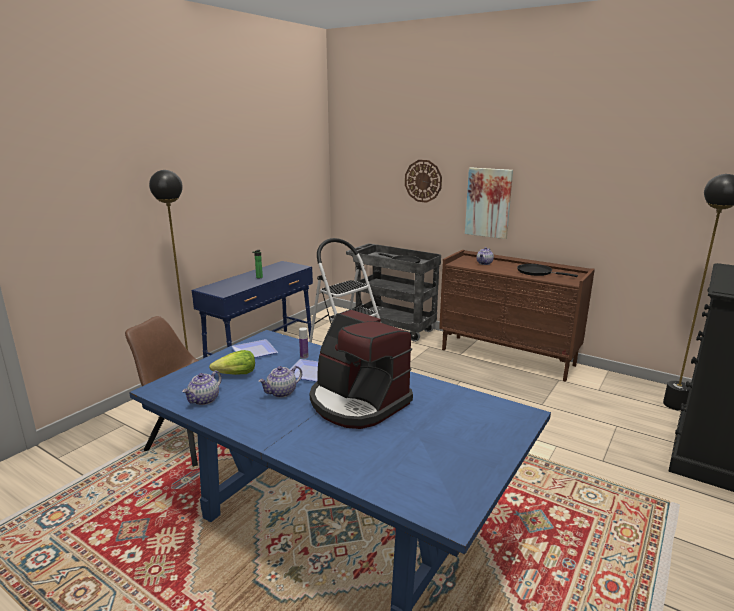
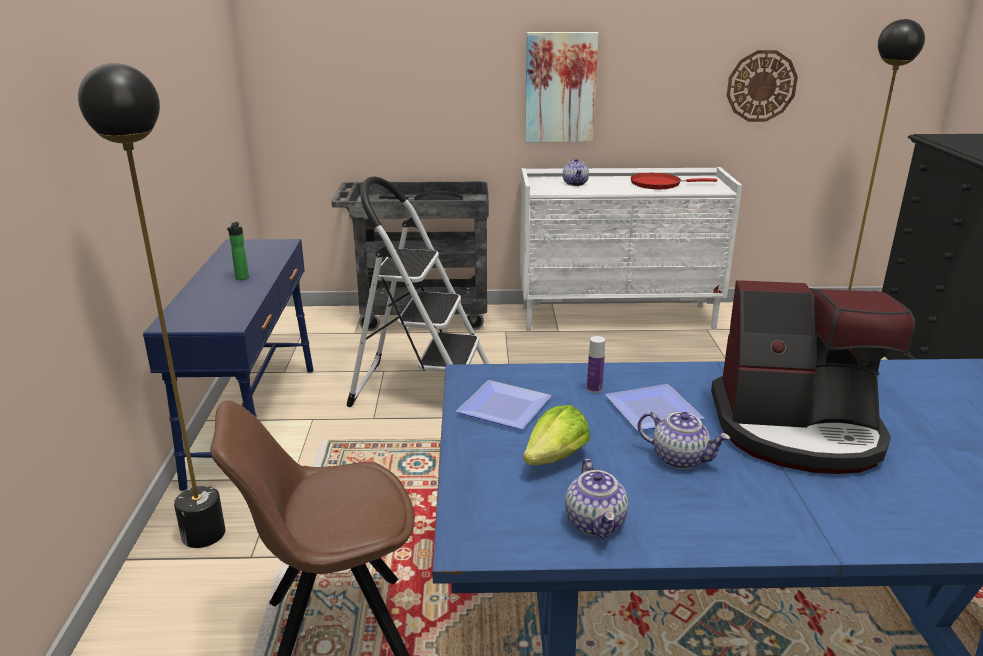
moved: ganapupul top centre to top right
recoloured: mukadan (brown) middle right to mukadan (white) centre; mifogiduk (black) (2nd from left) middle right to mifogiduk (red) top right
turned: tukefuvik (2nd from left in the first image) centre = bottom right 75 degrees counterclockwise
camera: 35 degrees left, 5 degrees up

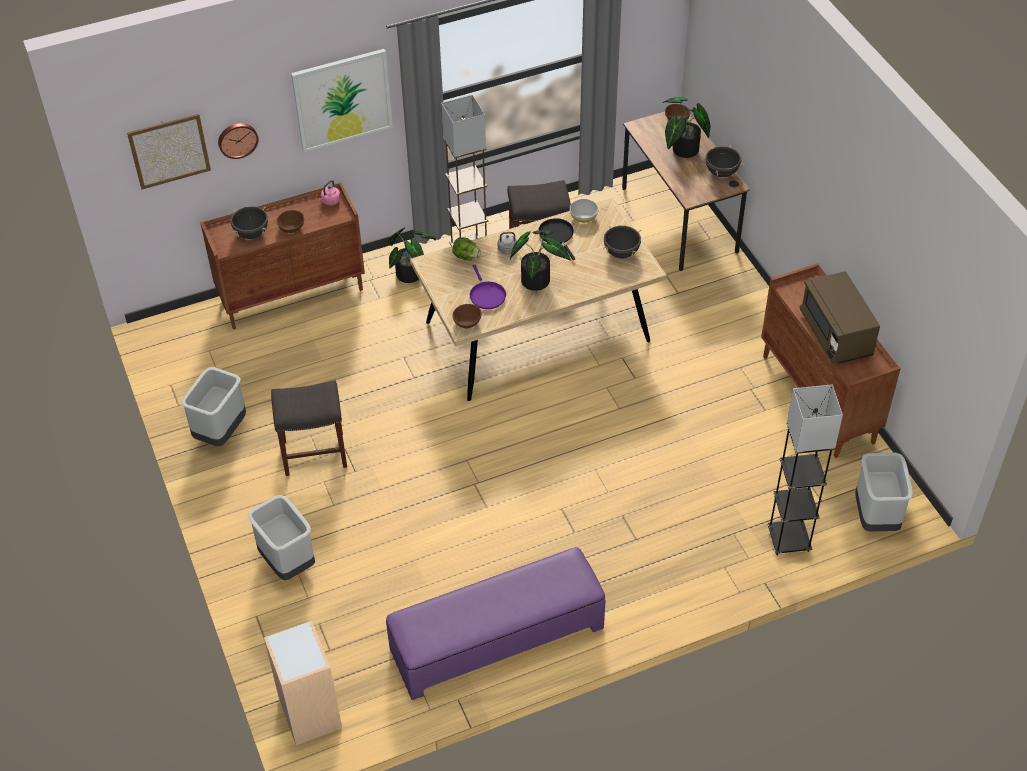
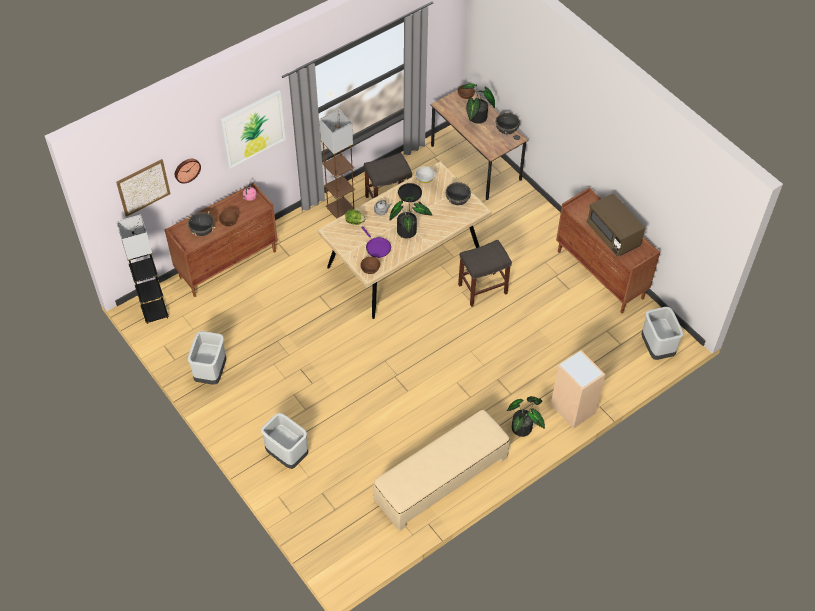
moved: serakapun (1st from left in the first image) top centre to serakapun (3rd from left) bottom centre; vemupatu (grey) (1st from left in the first image) middle left to vemupatu (grey) (2nd from left) centre; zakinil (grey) middle right to middle left; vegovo bottom left to middle right
recoloured: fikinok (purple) bottom centre to fikinok (beige) bottom centre
camera: 15 degrees left, 5 degrees up

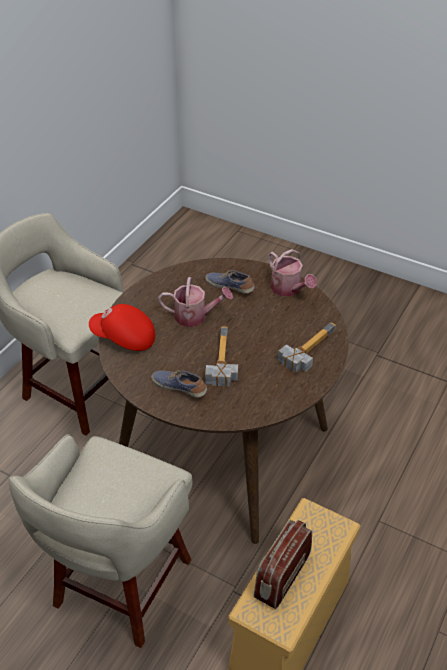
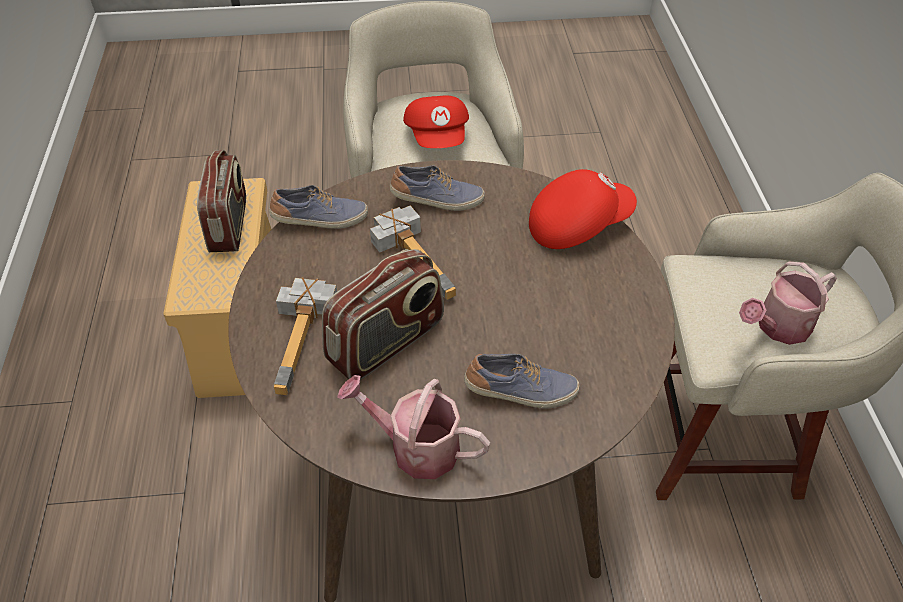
added: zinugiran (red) (1st from left) top centre; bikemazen (1st from left) centre; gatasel (2nd from left) centre
moved: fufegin (1st from left in the first image) centre to fufegin (2nd from left) middle right
camera: 145 degrees right, 5 degrees up

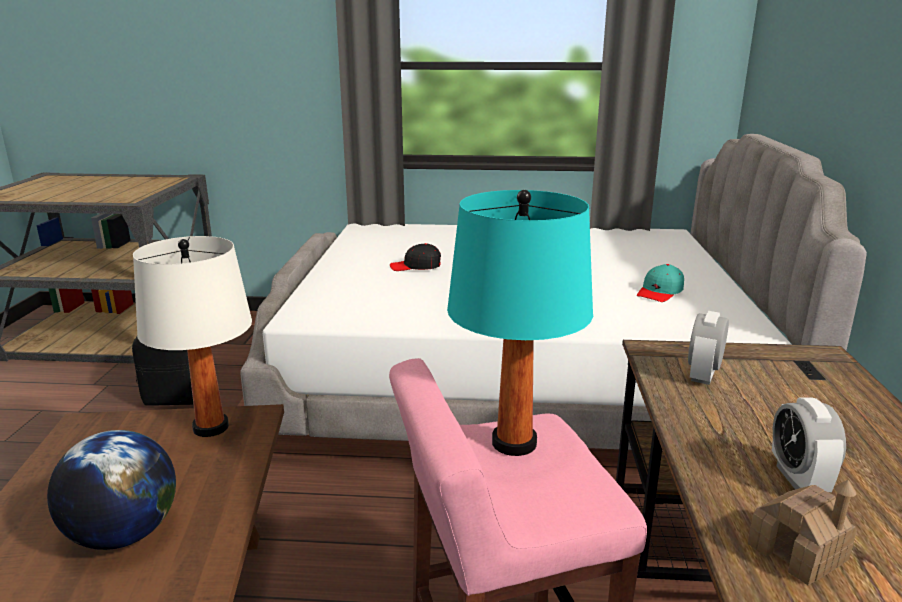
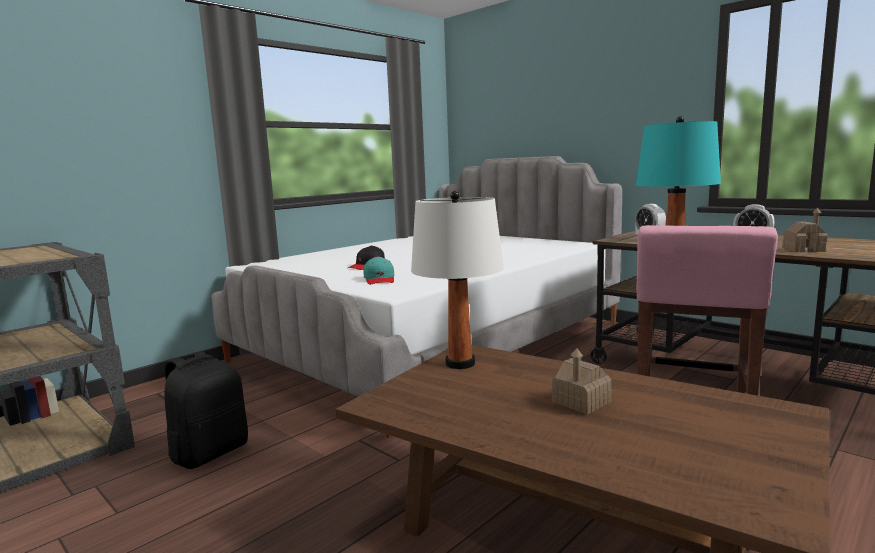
moved: zinugiran (turquoise) middle right to centre
replaced: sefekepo bottom left to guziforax (1st from left) bottom centre
camera: 50 degrees left, 10 degrees down

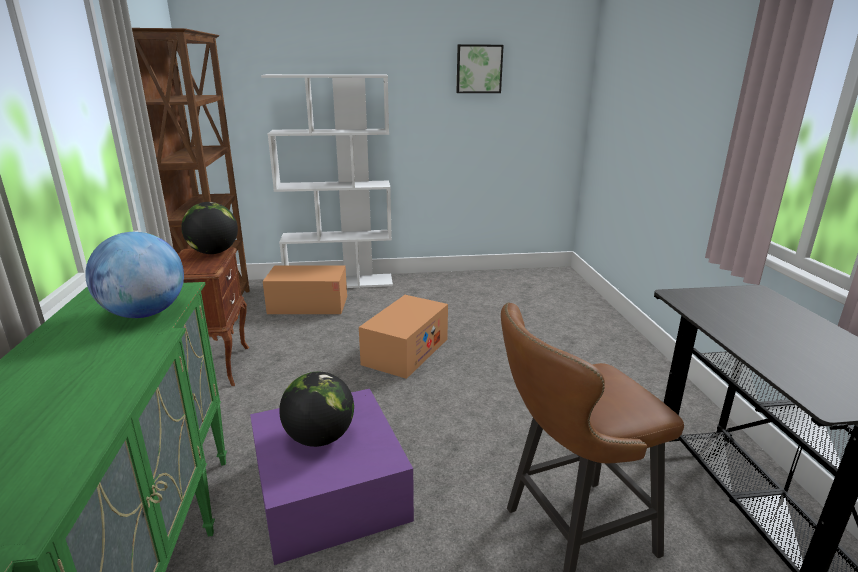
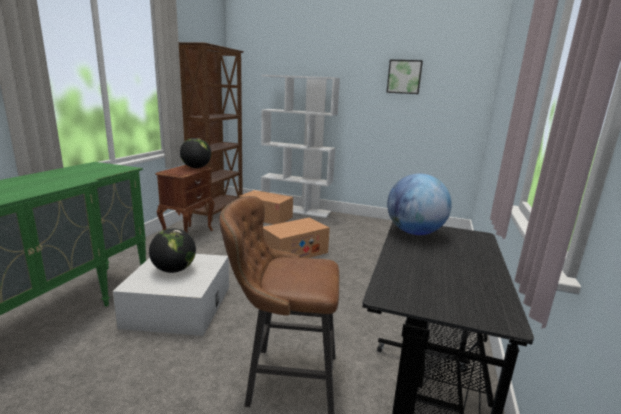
moved: sefekepo (1st from left in the first image) middle left to sefekepo (3rd from left) middle right
recoloured: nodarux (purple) bottom centre to nodarux (white) bottom left
camera: 25 degrees right, 5 degrees down

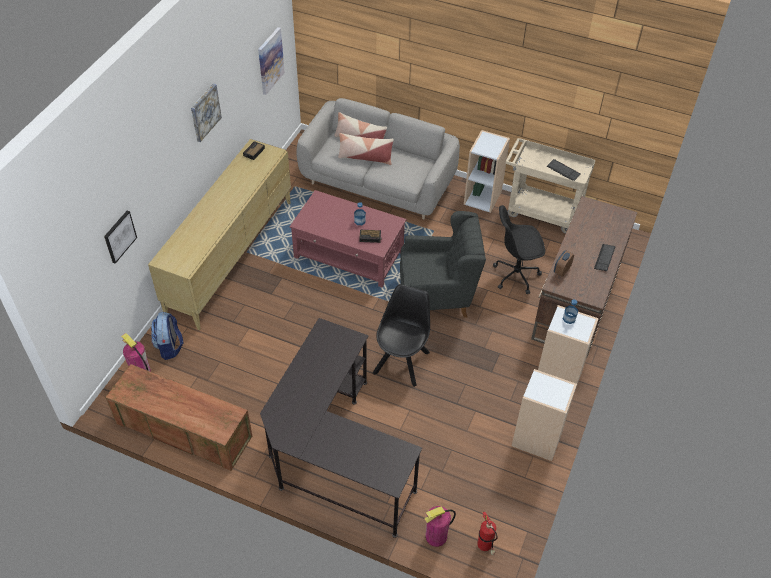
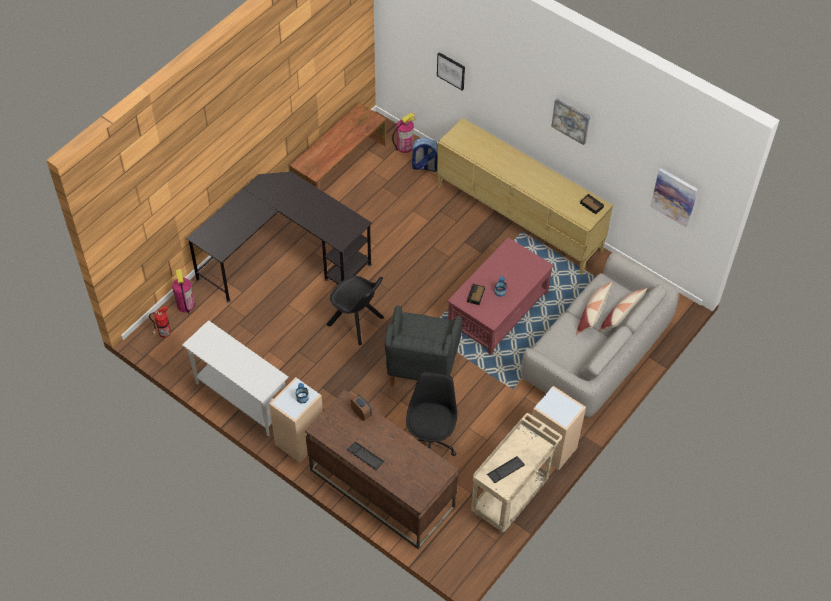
replaced: vegovo (2nd from left) bottom right to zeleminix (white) middle left
camera: 105 degrees right, 5 degrees up

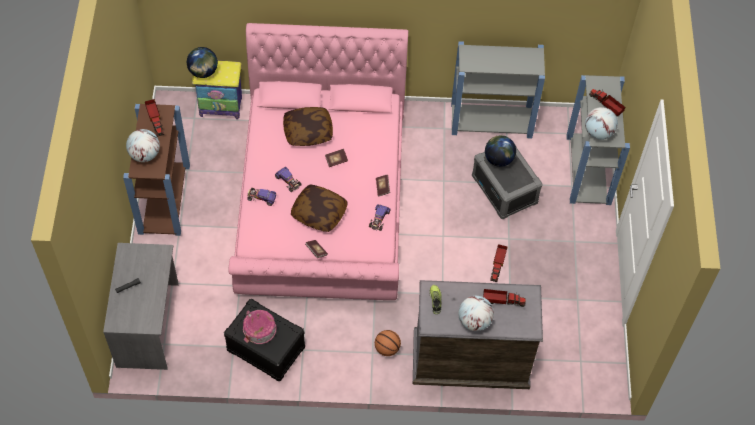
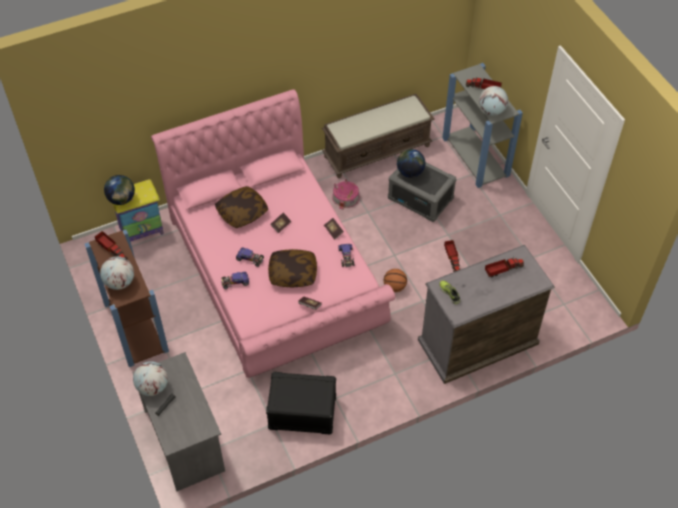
moved: sefekepo (3rd from left) bottom centre to bottom left; guziforax bottom centre to centre; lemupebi bottom centre to centre
replaced: vegovo (grey) (1st from left) top centre to fikinok (brown) top centre
camera: 25 degrees left, 5 degrees down

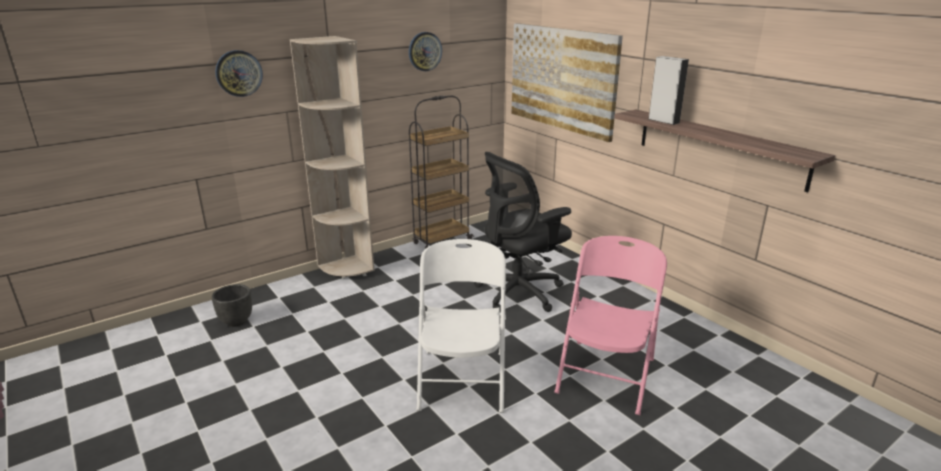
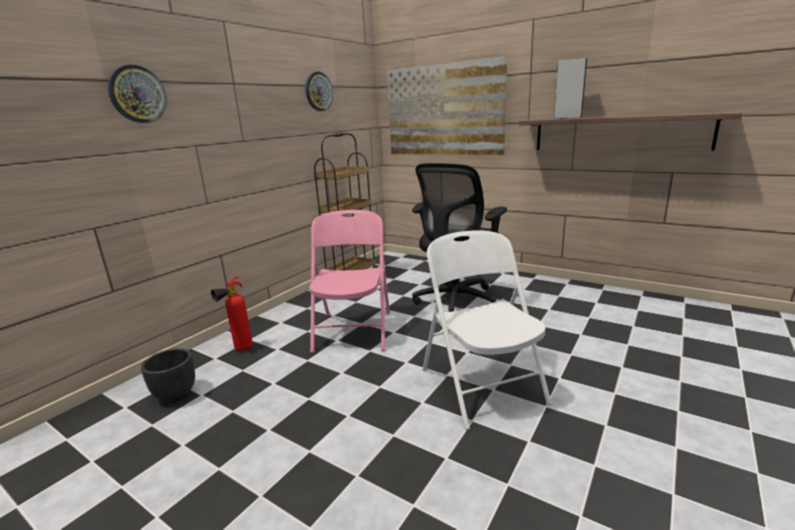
removed: vegovo (beige) centre
added: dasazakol middle left
moved: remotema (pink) bottom centre to centre
camera: 20 degrees left, 5 degrees down

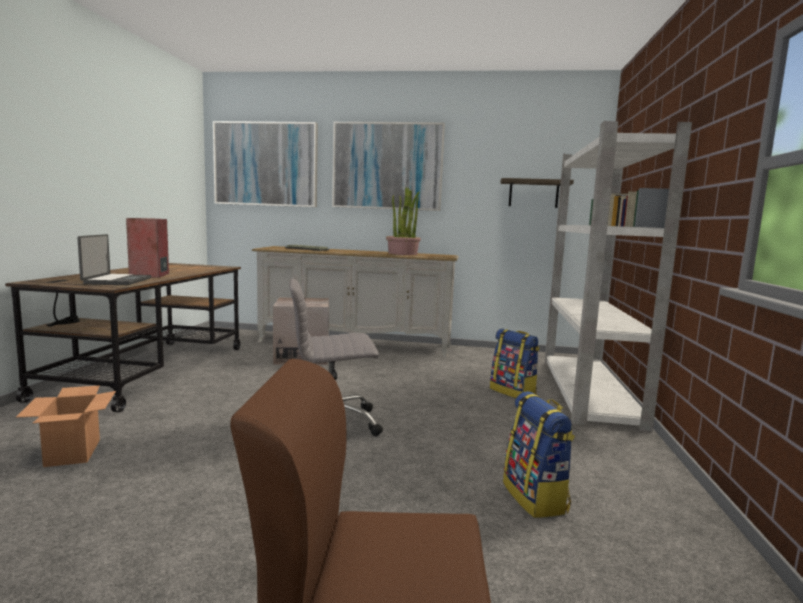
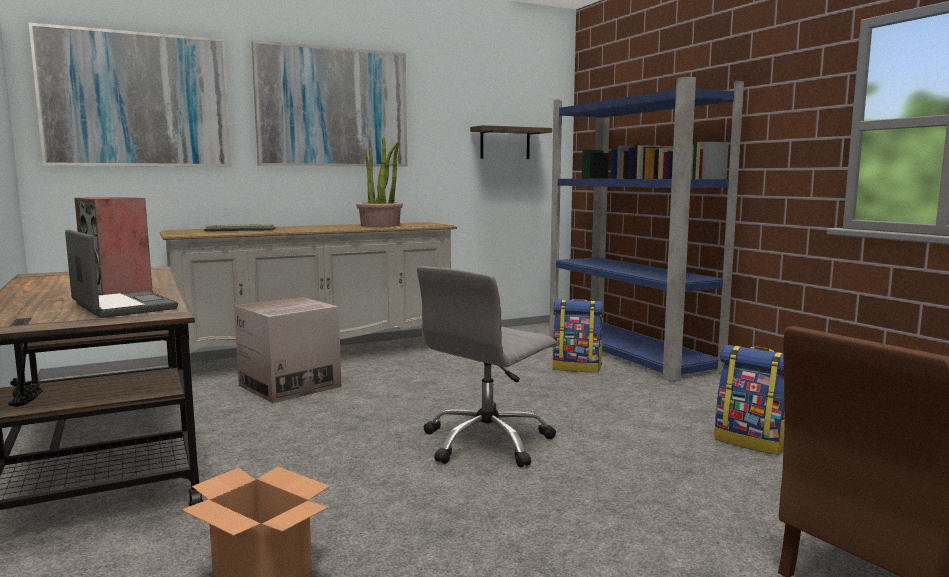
recoloured: vegovo (white) middle right to vegovo (blue) middle right
camera: 35 degrees left, 0 degrees up

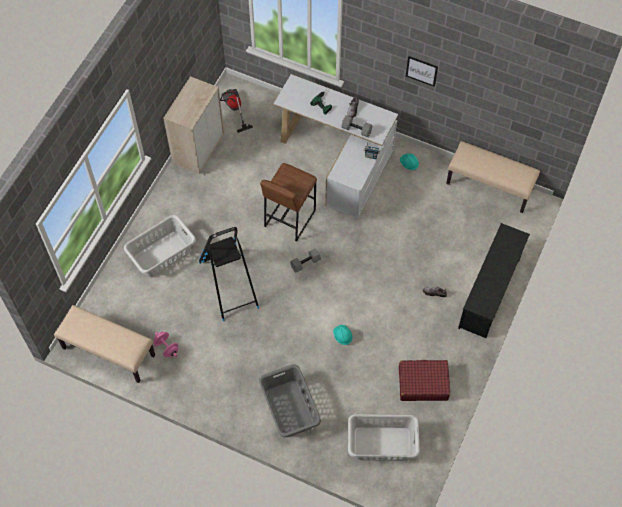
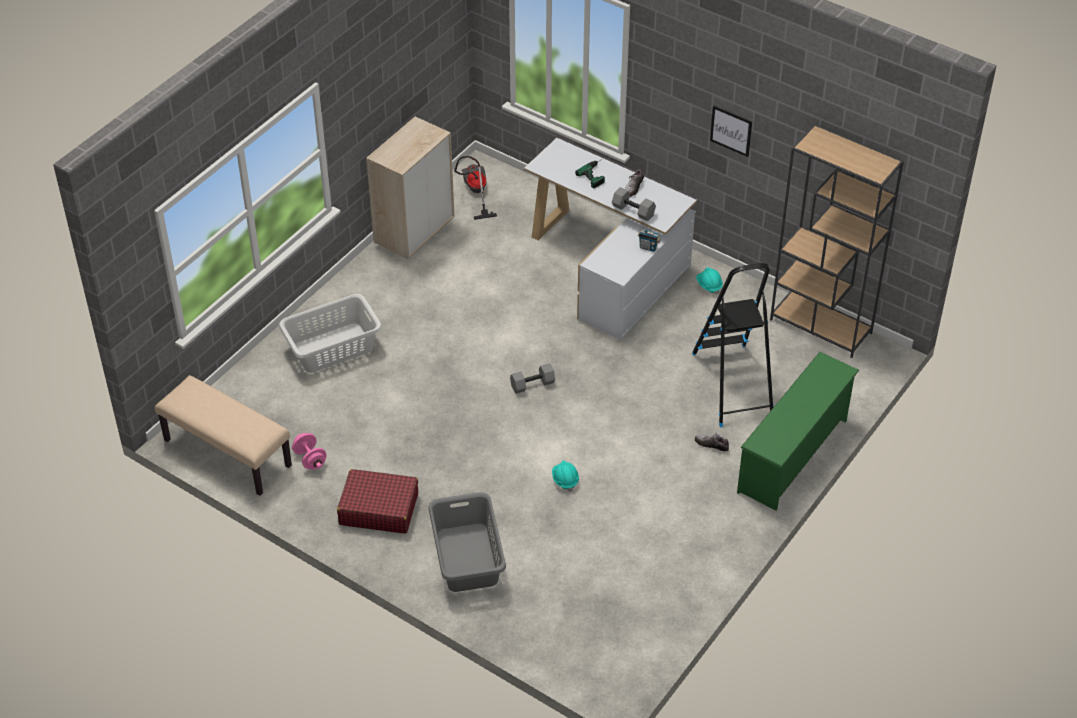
removed: vemupatu (brown) centre; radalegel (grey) (3rd from left) bottom centre
moved: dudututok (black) centre to middle right; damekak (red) bottom right to bottom centre
replaced: fikinok (beige) (2nd from left) middle right to vegovo middle right
recoloured: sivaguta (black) middle right to sivaguta (green) middle right
camera: 10 degrees right, 15 degrees down

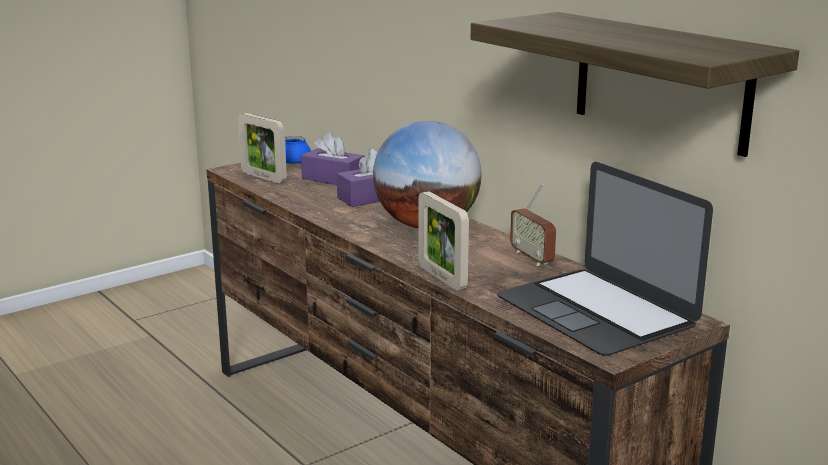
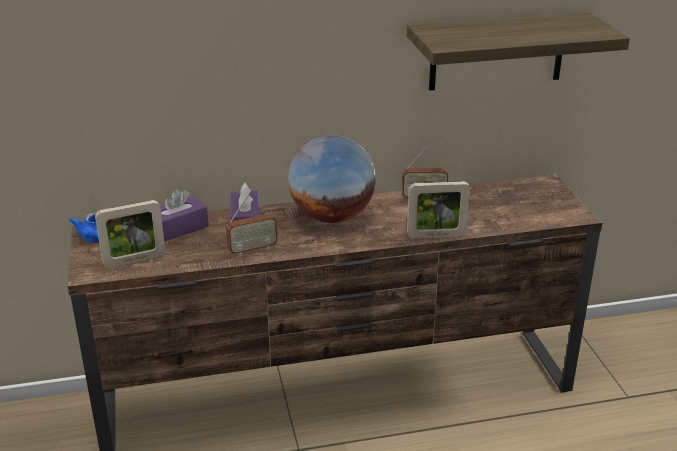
removed: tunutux middle right
added: gatasel (1st from left) centre
camera: 65 degrees left, 10 degrees up

